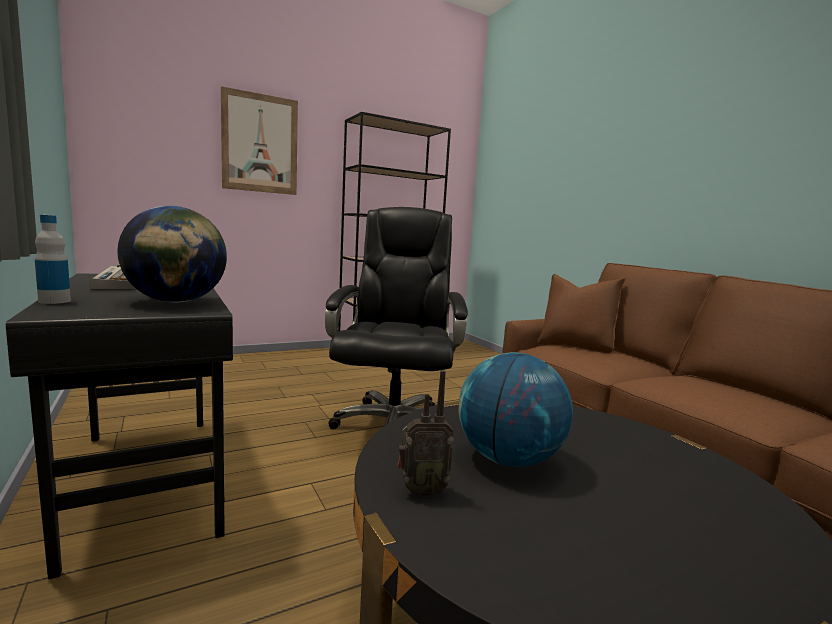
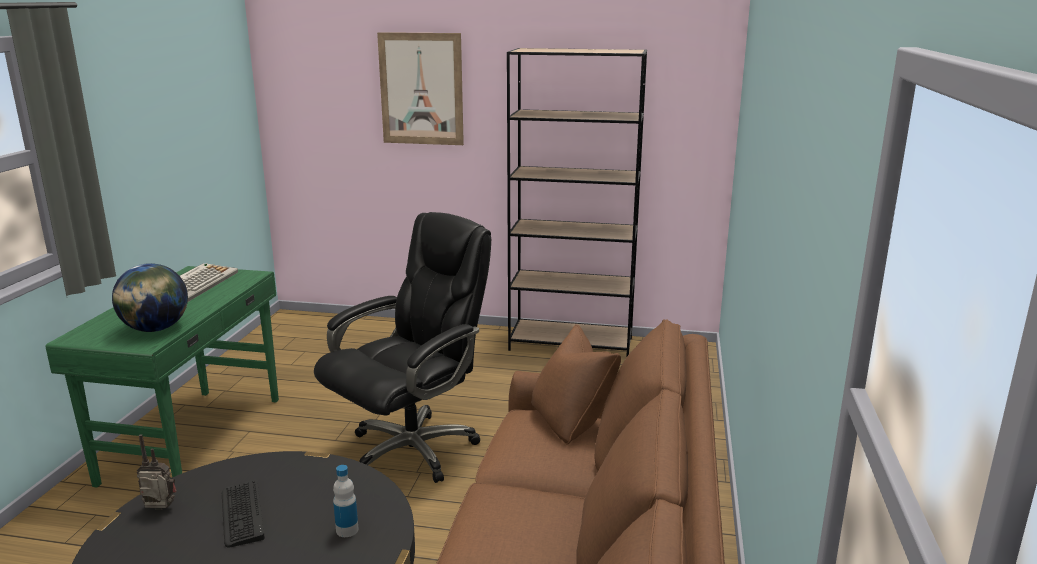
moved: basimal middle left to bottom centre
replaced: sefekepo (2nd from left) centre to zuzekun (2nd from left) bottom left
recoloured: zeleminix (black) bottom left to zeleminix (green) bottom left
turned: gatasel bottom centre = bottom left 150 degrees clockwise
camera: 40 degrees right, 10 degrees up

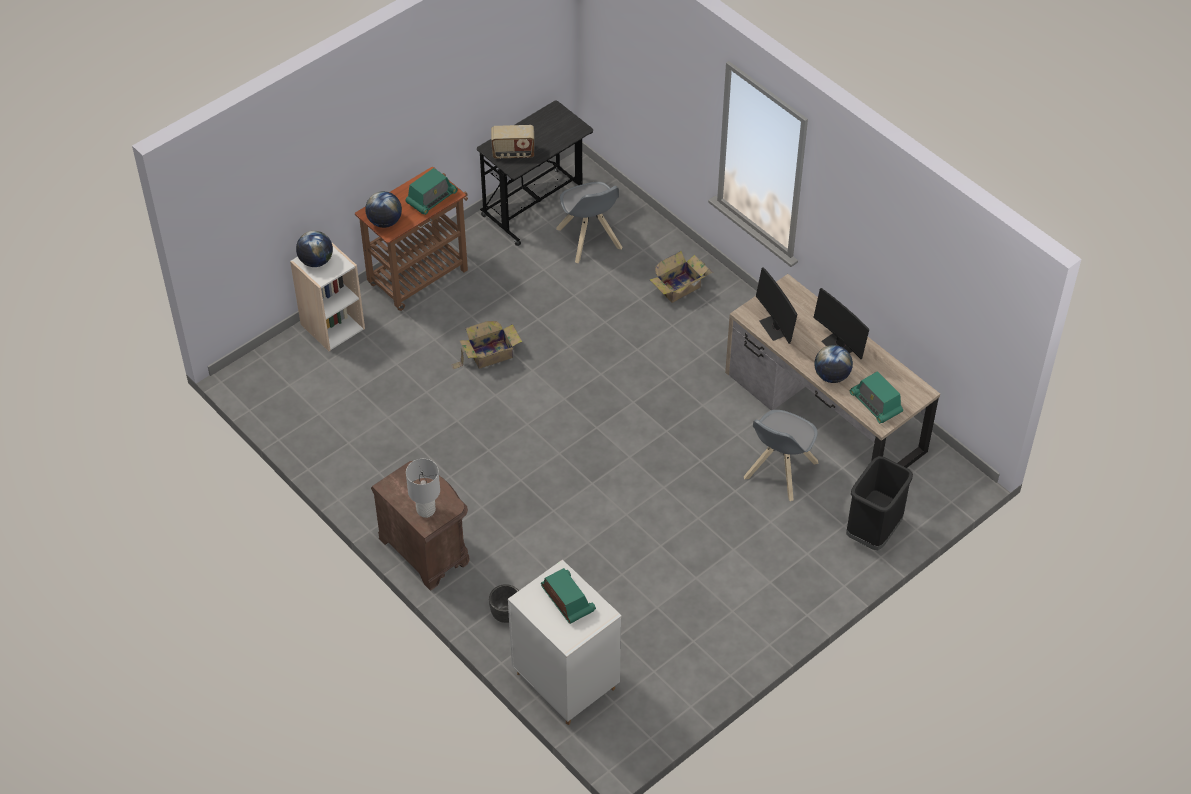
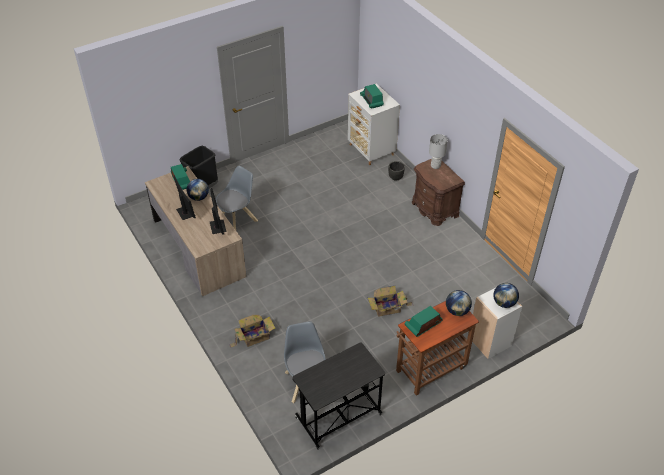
removed: gatasel (2nd from left) top centre
camera: 170 degrees left, 5 degrees down

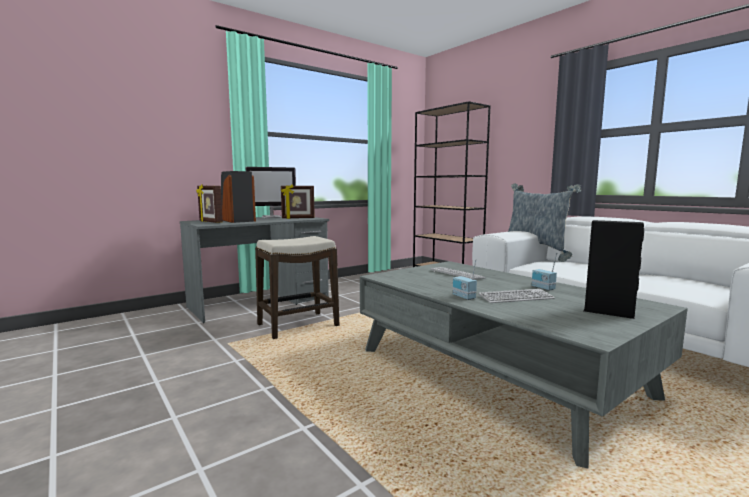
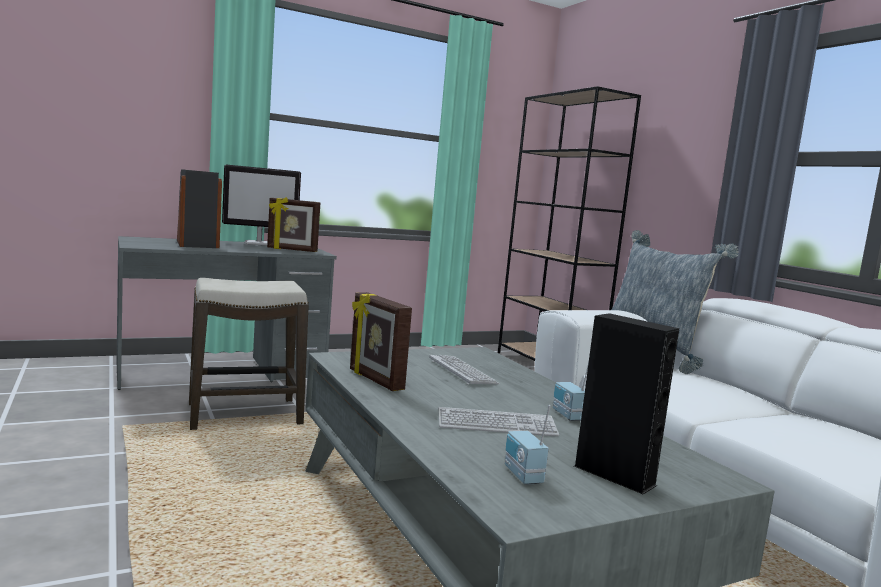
moved: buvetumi (1st from left in the first image) middle left to buvetumi (2nd from left) centre; gatasel (1st from left) centre to bottom centre
camera: 10 degrees right, 0 degrees up

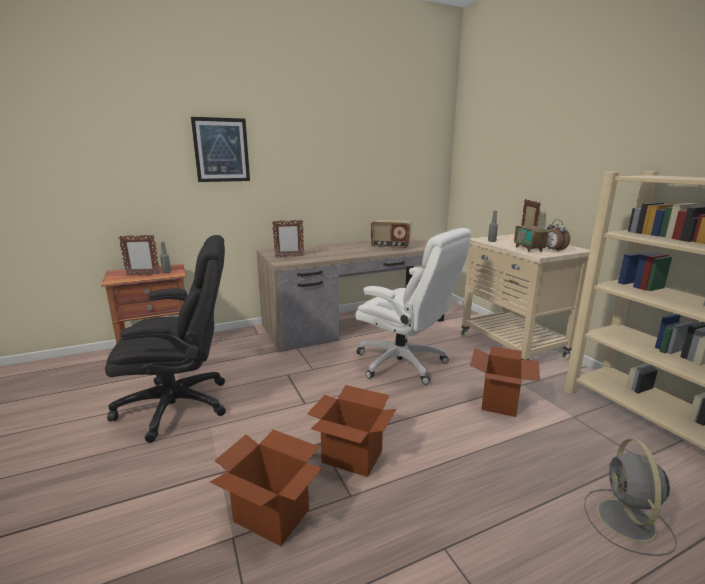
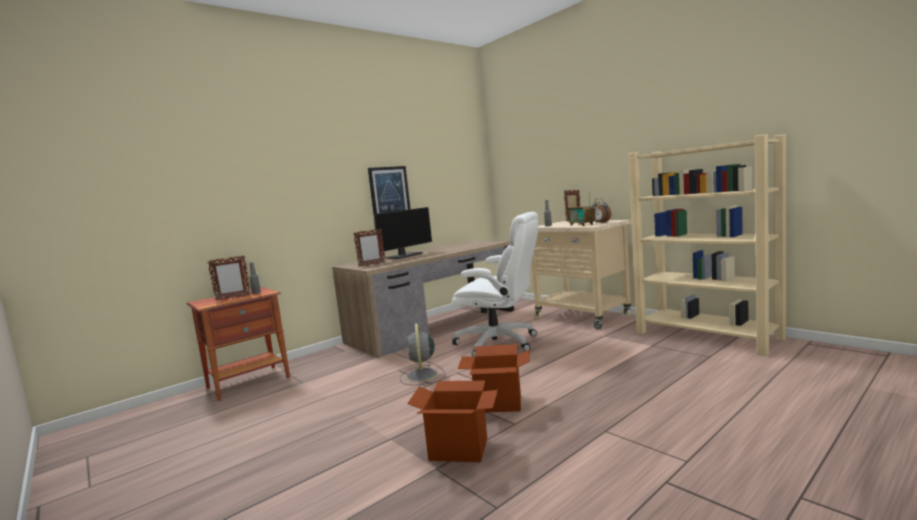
removed: gatasel (1st from left) centre; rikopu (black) middle left; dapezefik (3rd from left) middle right
added: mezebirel centre
moved: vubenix top left to centre; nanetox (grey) bottom right to bottom centre
camera: 15 degrees left, 10 degrees down

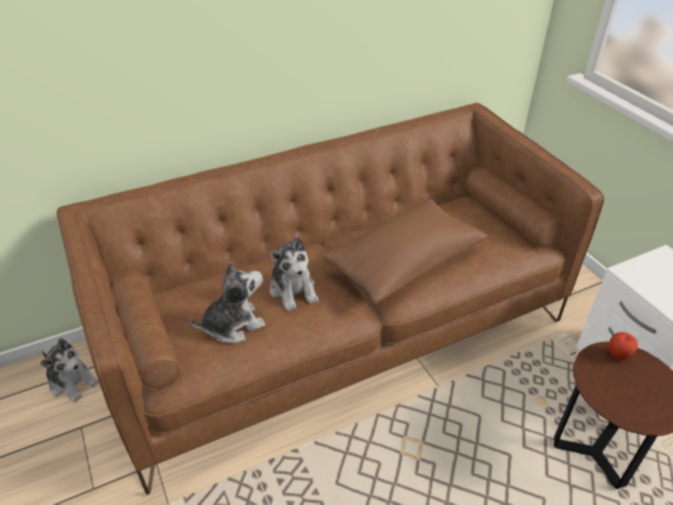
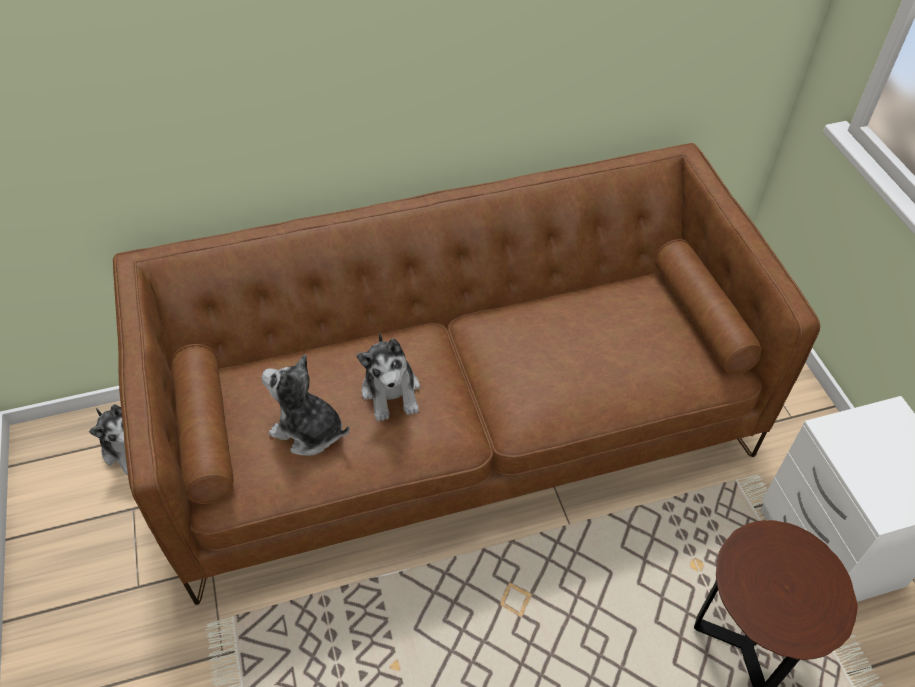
removed: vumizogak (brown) centre; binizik bottom right
turned: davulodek (2nd from left) centre = centre 135 degrees counterclockwise
camera: 10 degrees right, 10 degrees up

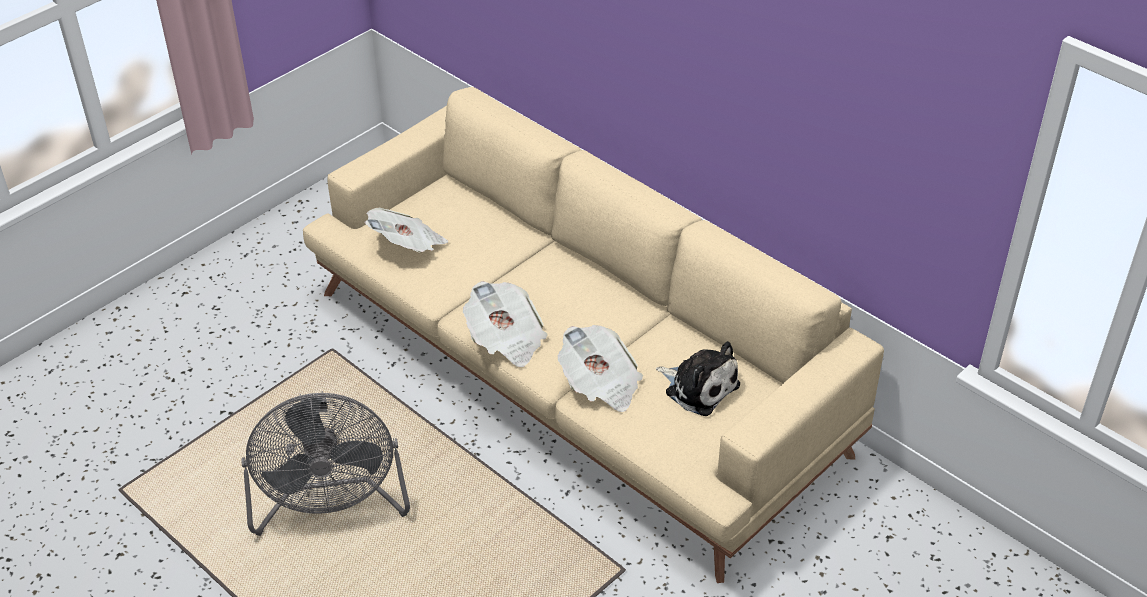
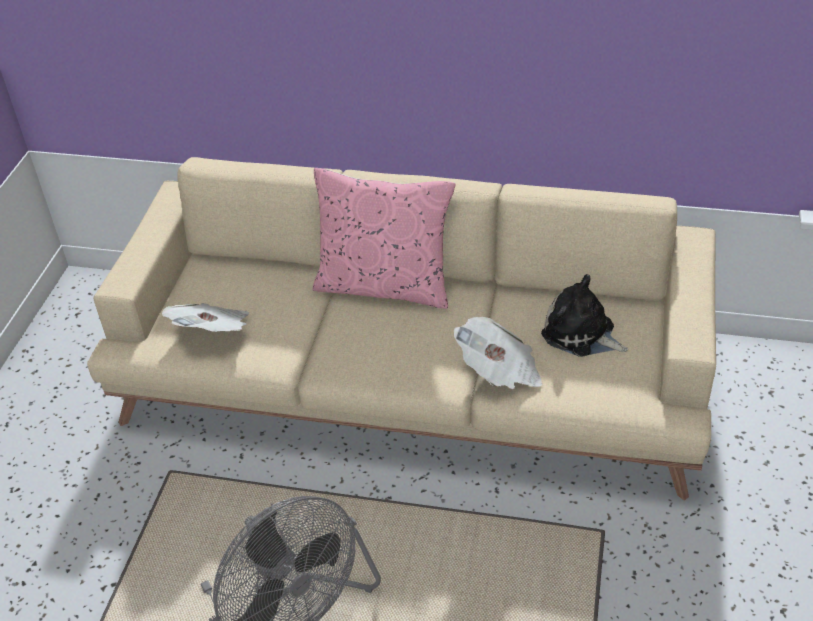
removed: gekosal (2nd from left) centre
added: vumizogak (pink) centre
turned: davulodek centre = middle right 150 degrees counterclockwise
camera: 30 degrees left, 0 degrees up

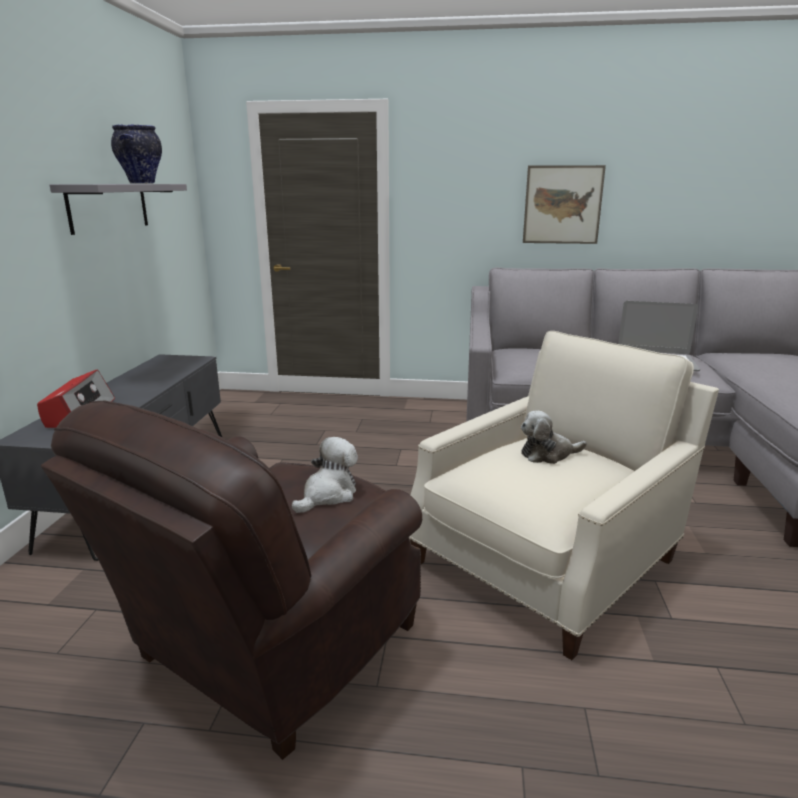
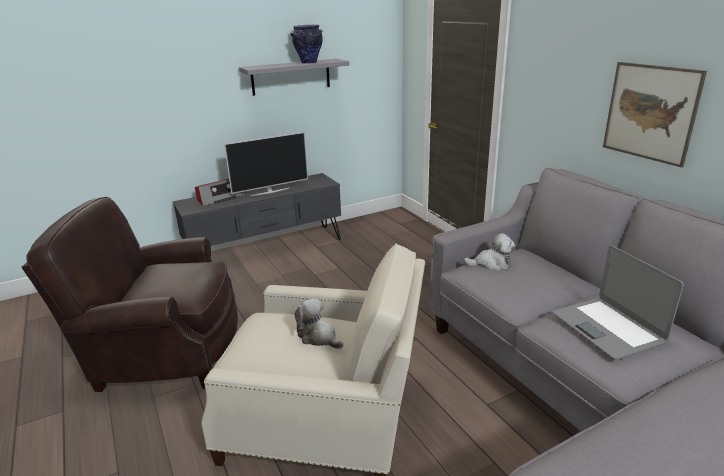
added: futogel centre
moved: davulodek (1st from left in the first image) centre to davulodek (2nd from left) middle right
camera: 55 degrees right, 5 degrees up

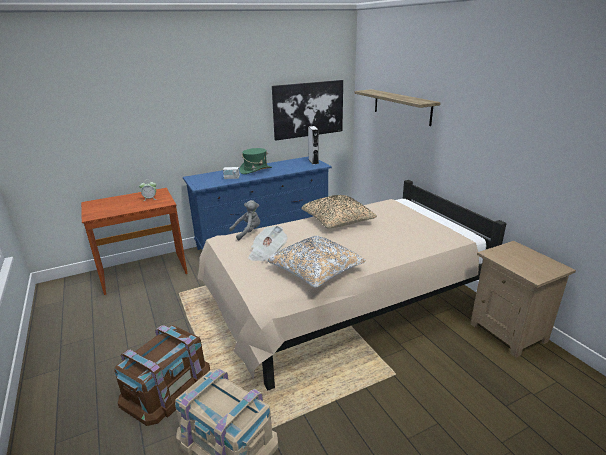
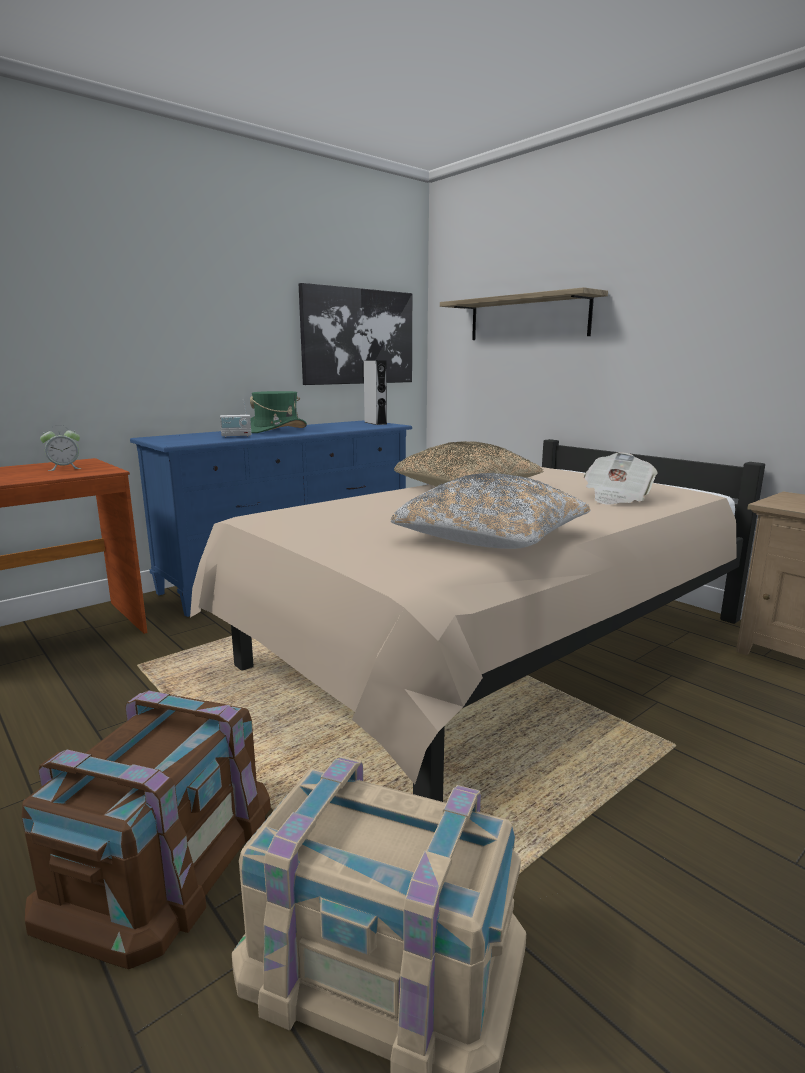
removed: davulodek (grey) centre
moved: gekosal centre to middle right
camera: 15 degrees left, 10 degrees down

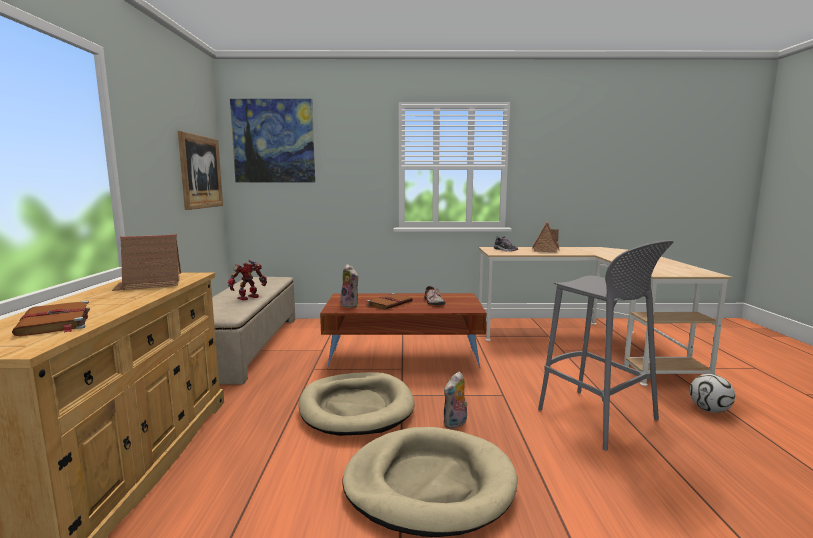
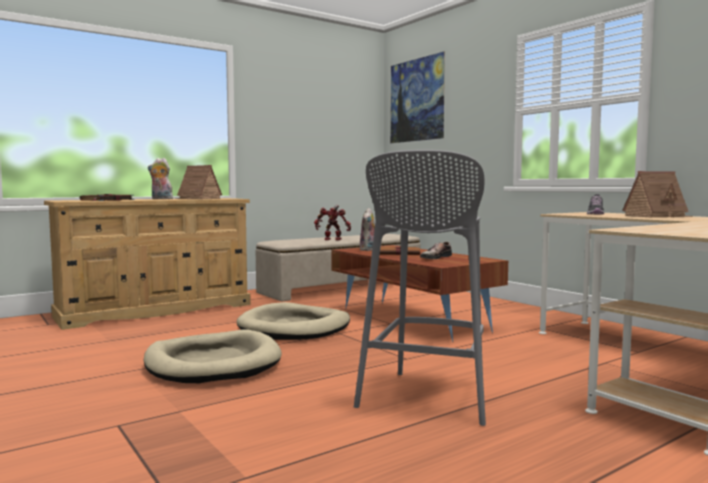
removed: vubenix (1st from left) top left; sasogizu bottom right
moved: davulodek (2nd from left in the first image) bottom centre to davulodek (1st from left) middle left
camera: 55 degrees right, 5 degrees down

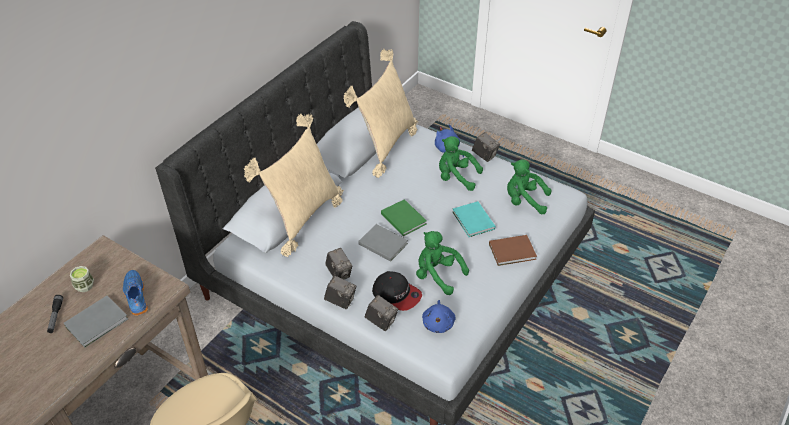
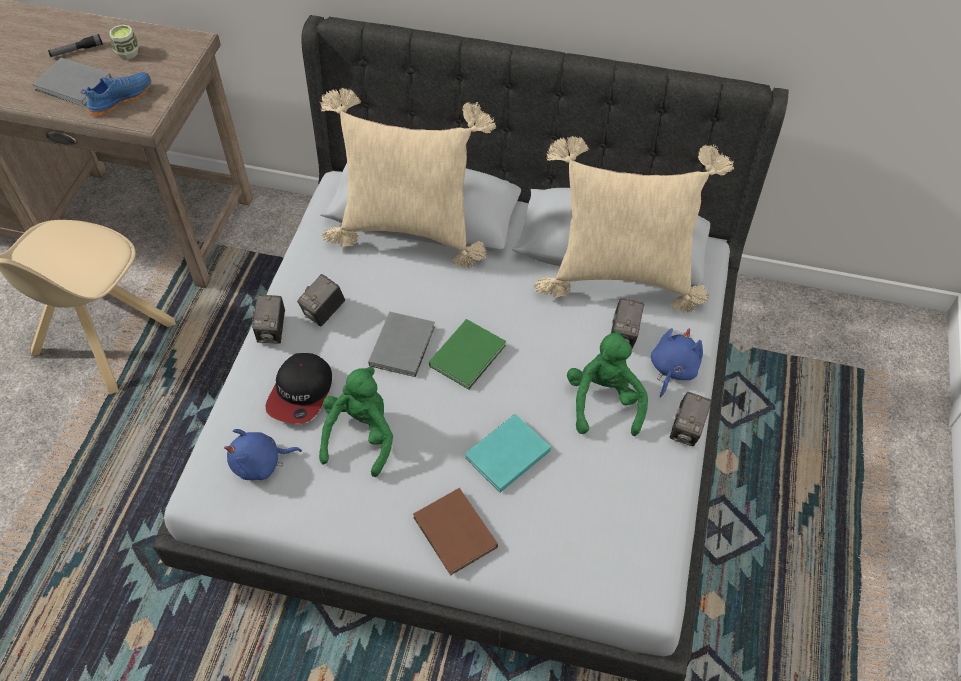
removed: davulodek (green) (3rd from left) middle right
moved: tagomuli (3rd from left) bottom centre to centre
camera: 70 degrees right, 10 degrees up

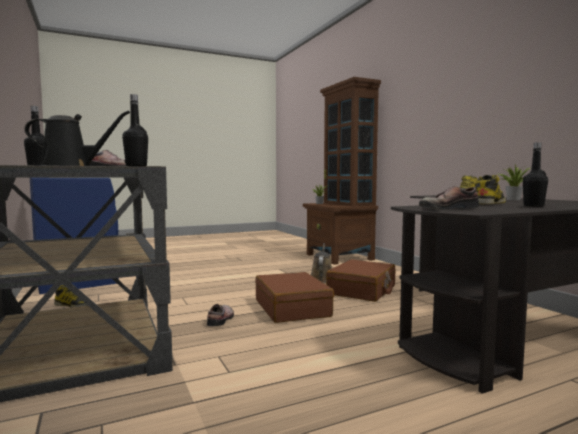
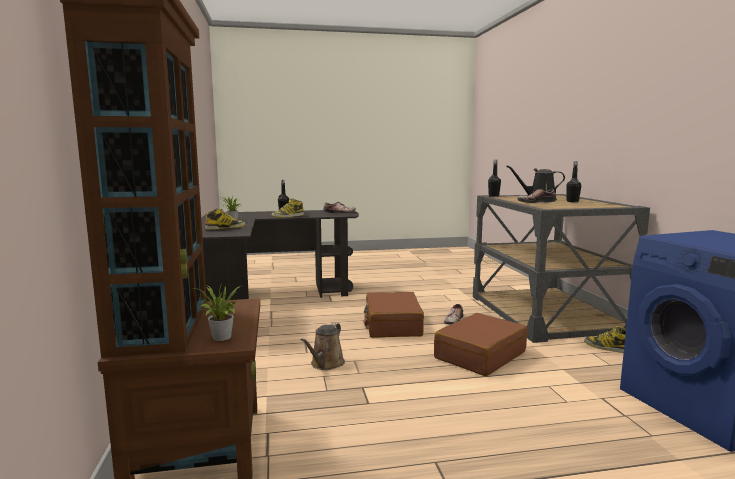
moved: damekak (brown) (2nd from left) centre to bottom centre
camera: 165 degrees left, 5 degrees up

